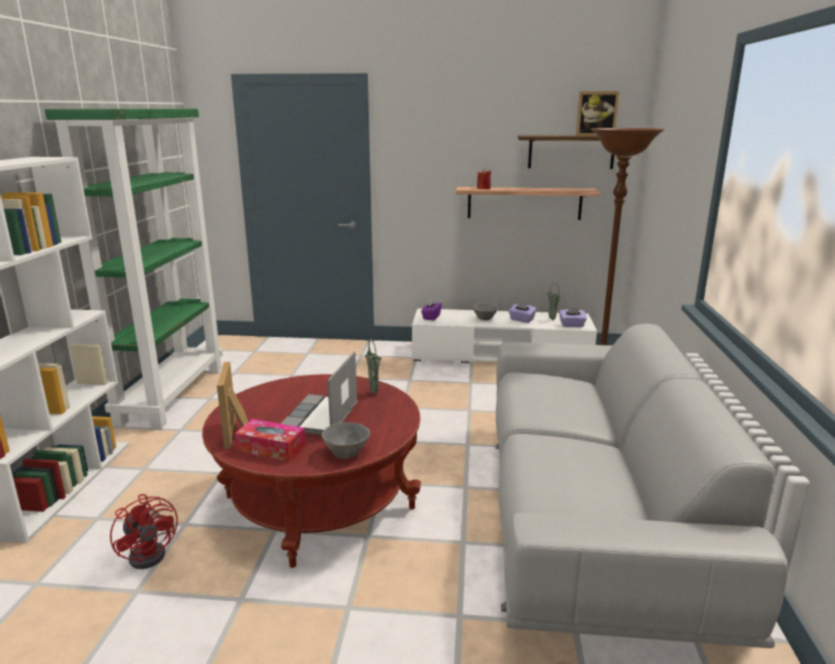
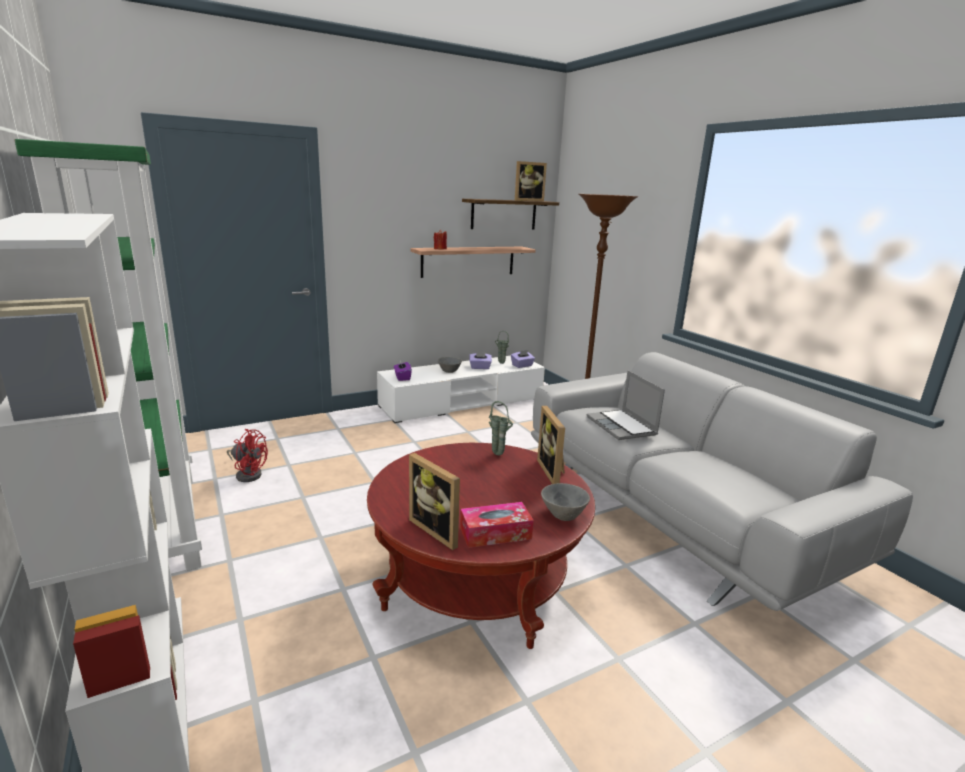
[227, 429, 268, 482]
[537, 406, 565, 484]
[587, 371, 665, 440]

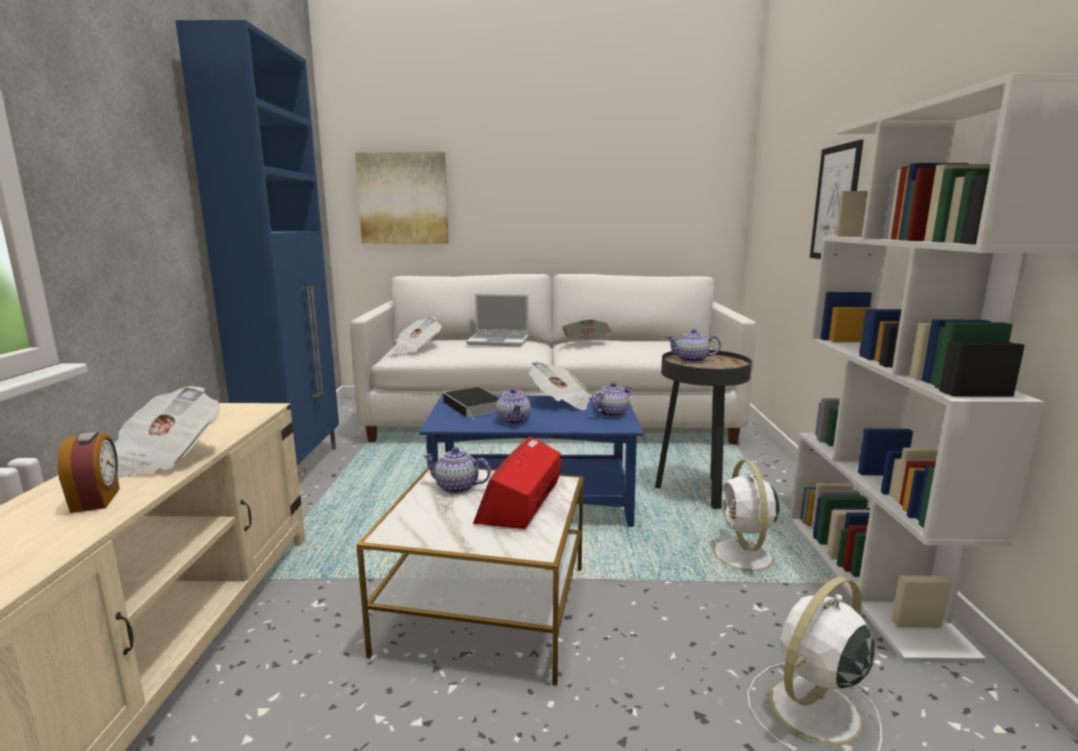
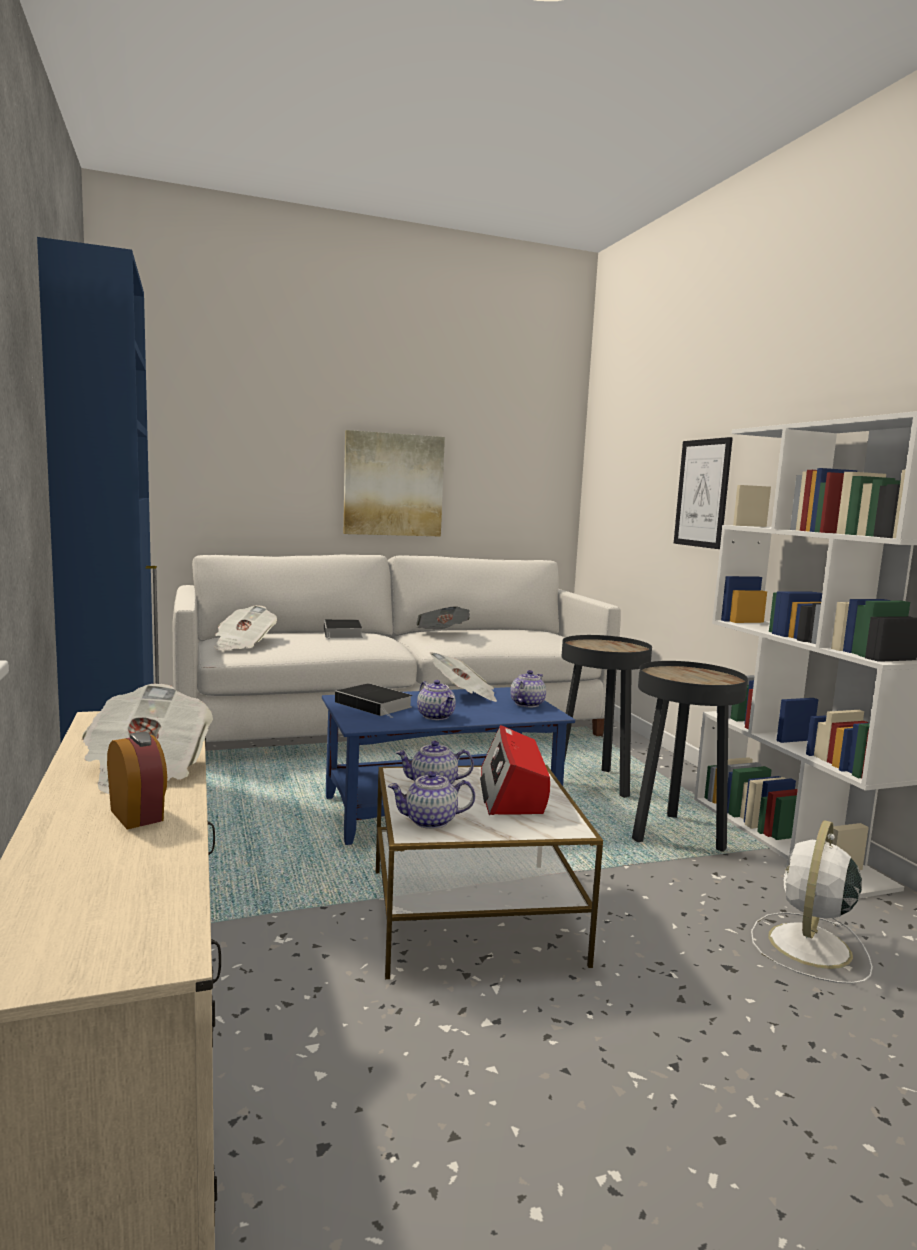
[324, 620, 363, 639]
[343, 430, 445, 537]
[388, 771, 475, 829]
[632, 661, 748, 852]

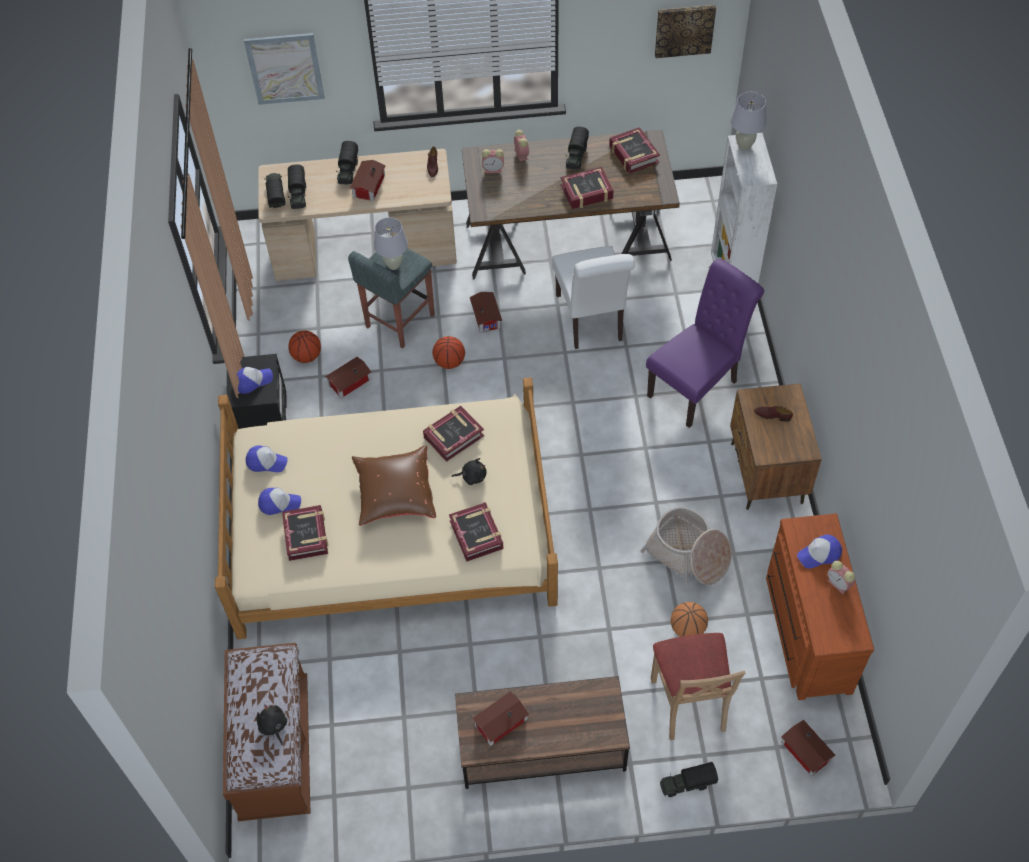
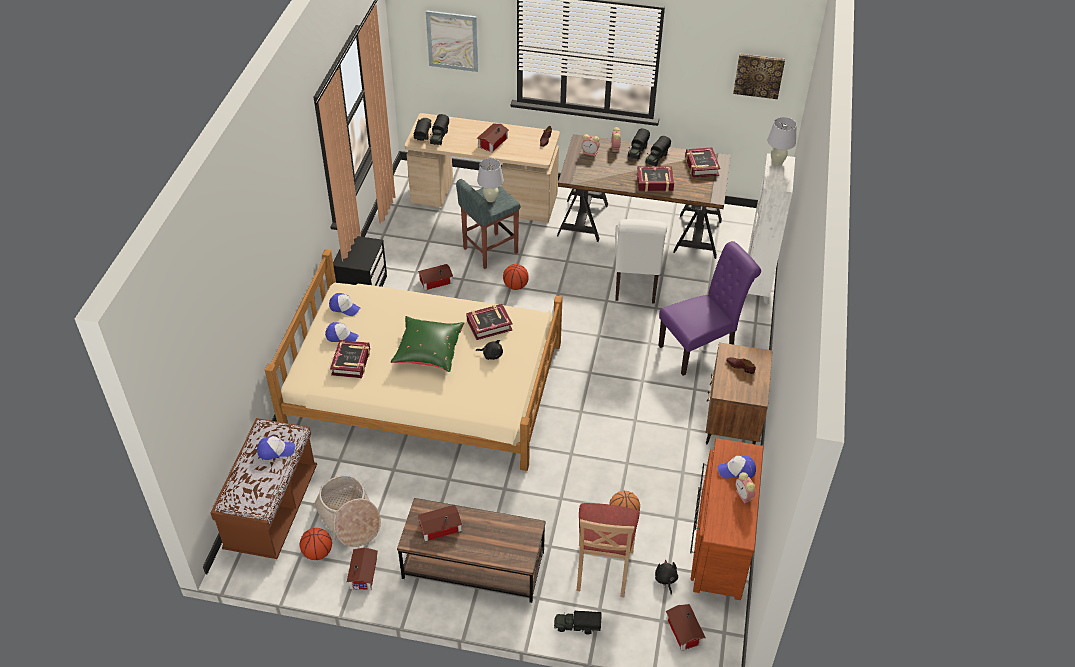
[257, 436, 295, 460]
[300, 528, 332, 560]
[313, 475, 381, 547]
[347, 547, 378, 590]
[391, 316, 464, 372]
[628, 128, 650, 160]
[655, 559, 678, 594]
[449, 502, 504, 562] (first image)

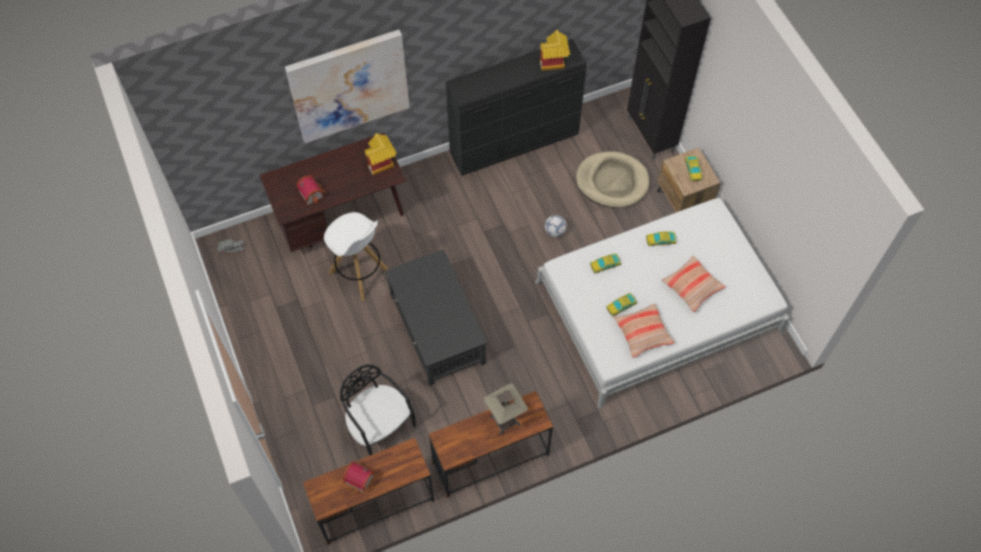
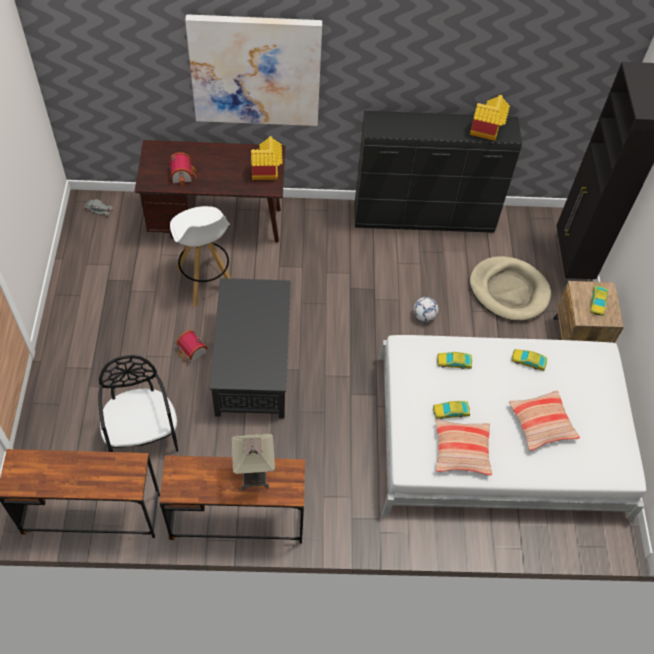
[176, 330, 208, 363]

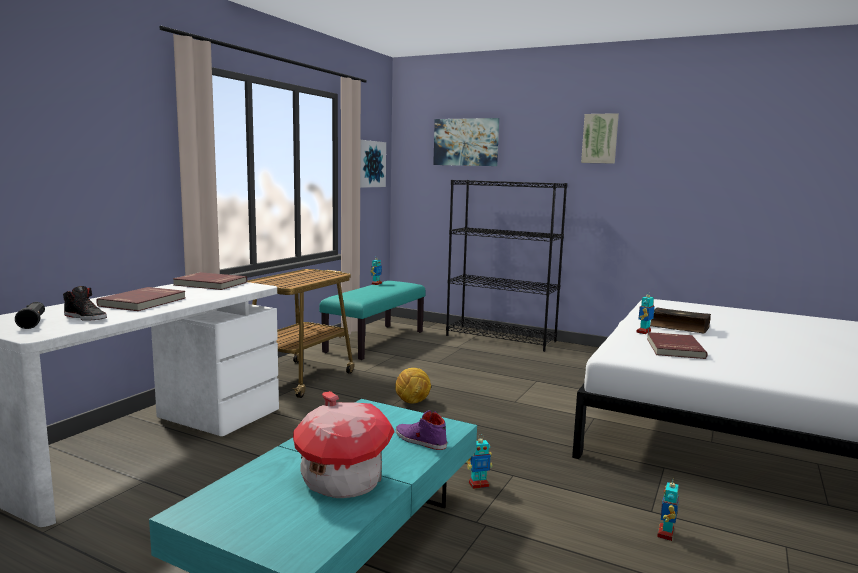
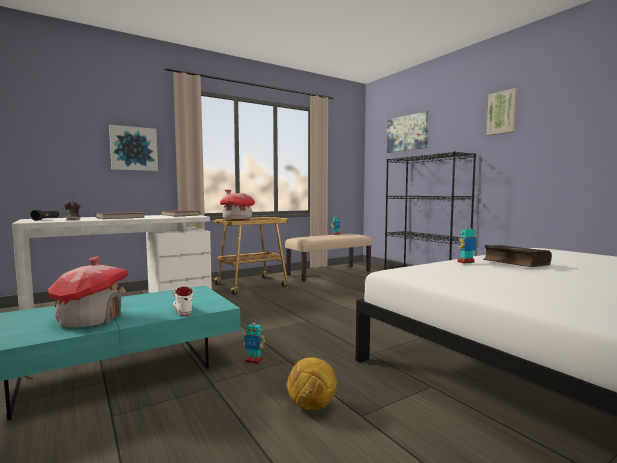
[109, 125, 158, 171]
[172, 286, 194, 316]
[220, 190, 255, 219]
[285, 234, 373, 281]
[287, 358, 337, 410]
[647, 332, 708, 359] (first image)
[657, 477, 679, 541] (first image)

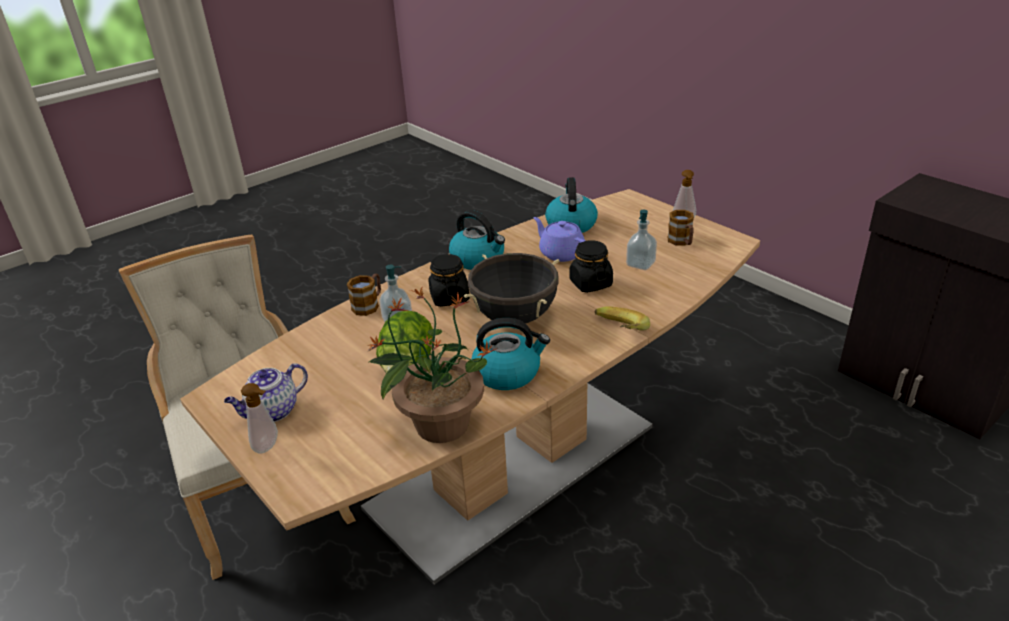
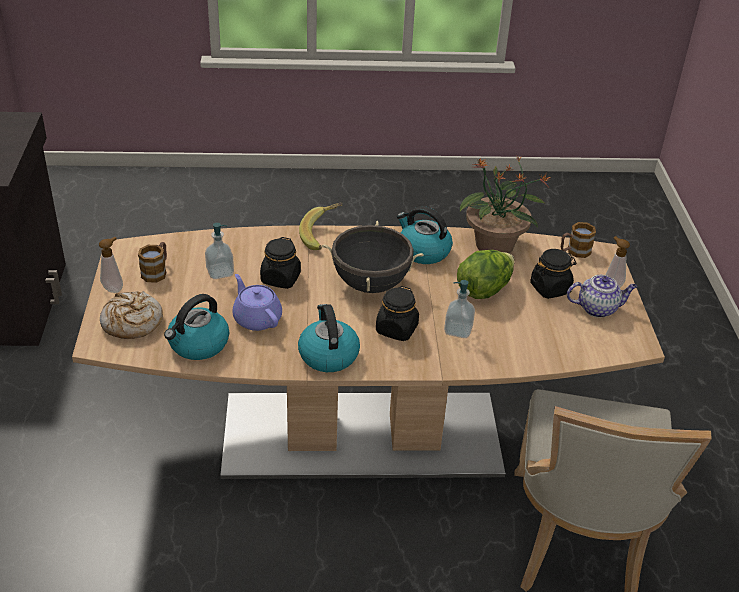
[100, 291, 163, 339]
[232, 274, 282, 331]
[530, 249, 576, 299]
[561, 222, 596, 258]

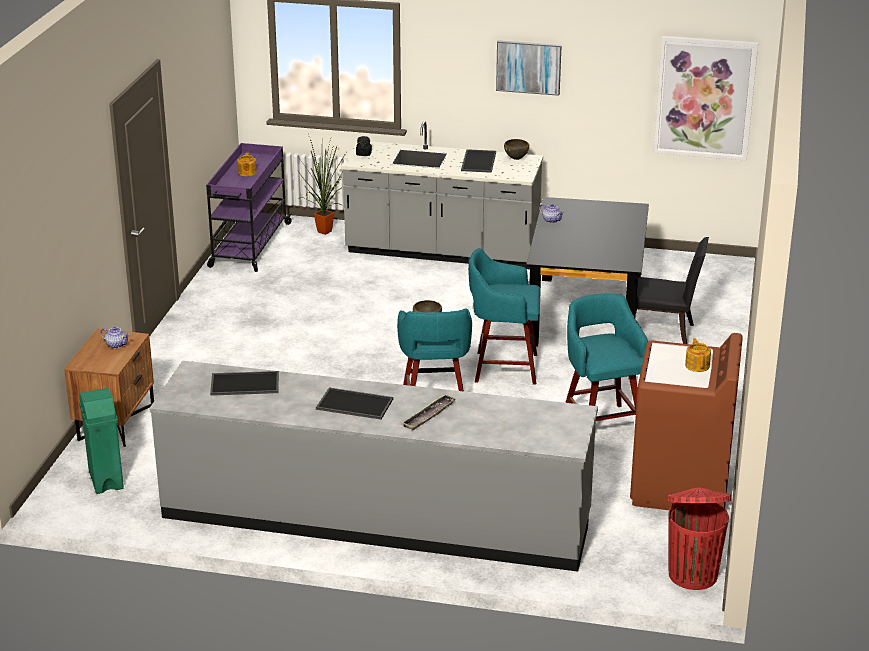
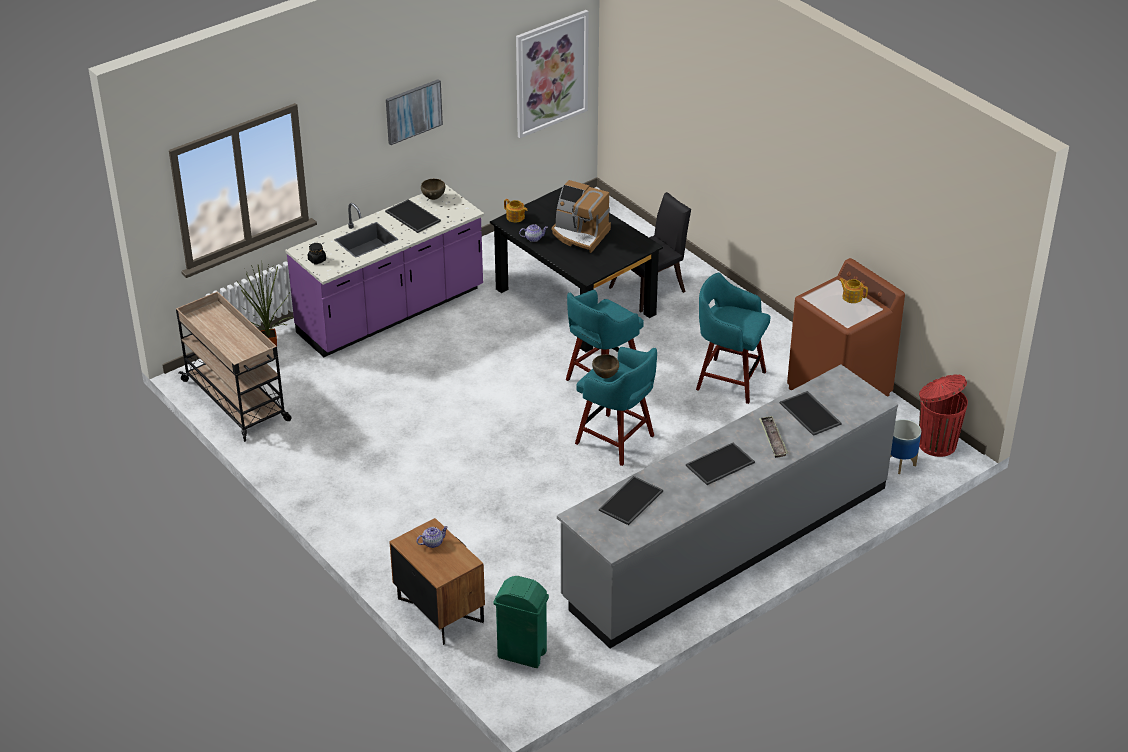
[176, 291, 292, 442]
[285, 184, 484, 357]
[504, 199, 528, 223]
[552, 180, 611, 253]
[780, 391, 842, 436]
[890, 419, 921, 474]

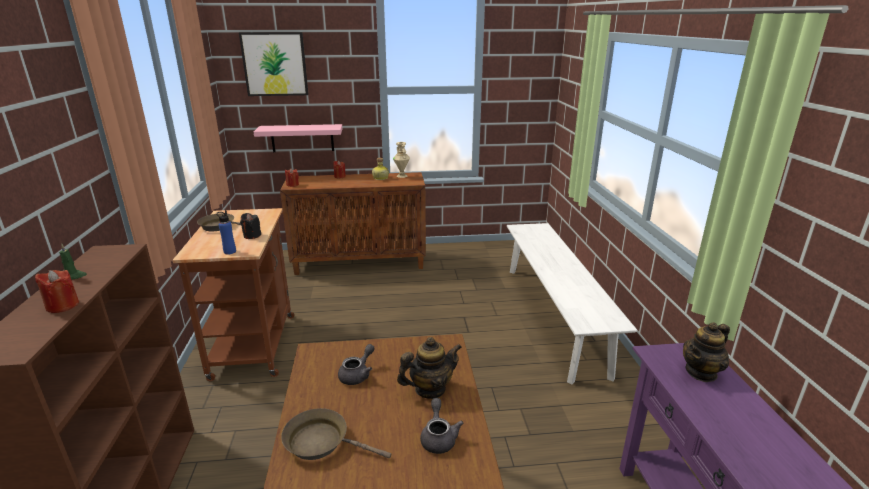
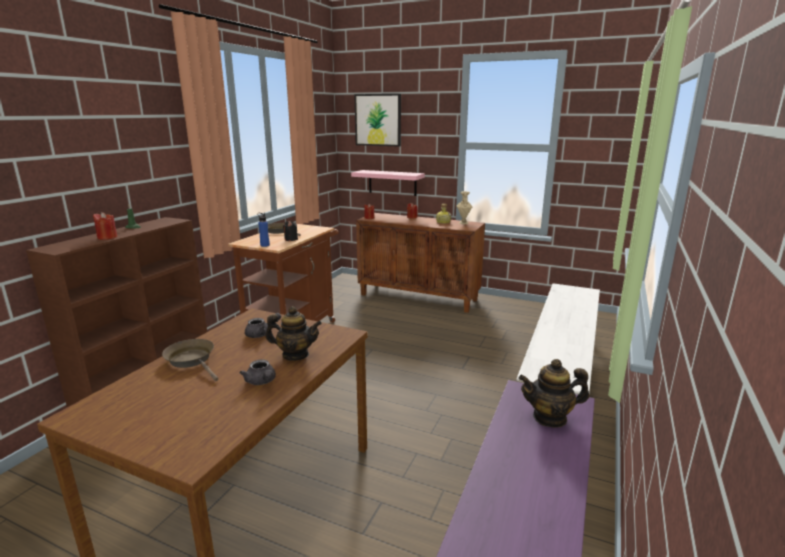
[240, 360, 276, 385]

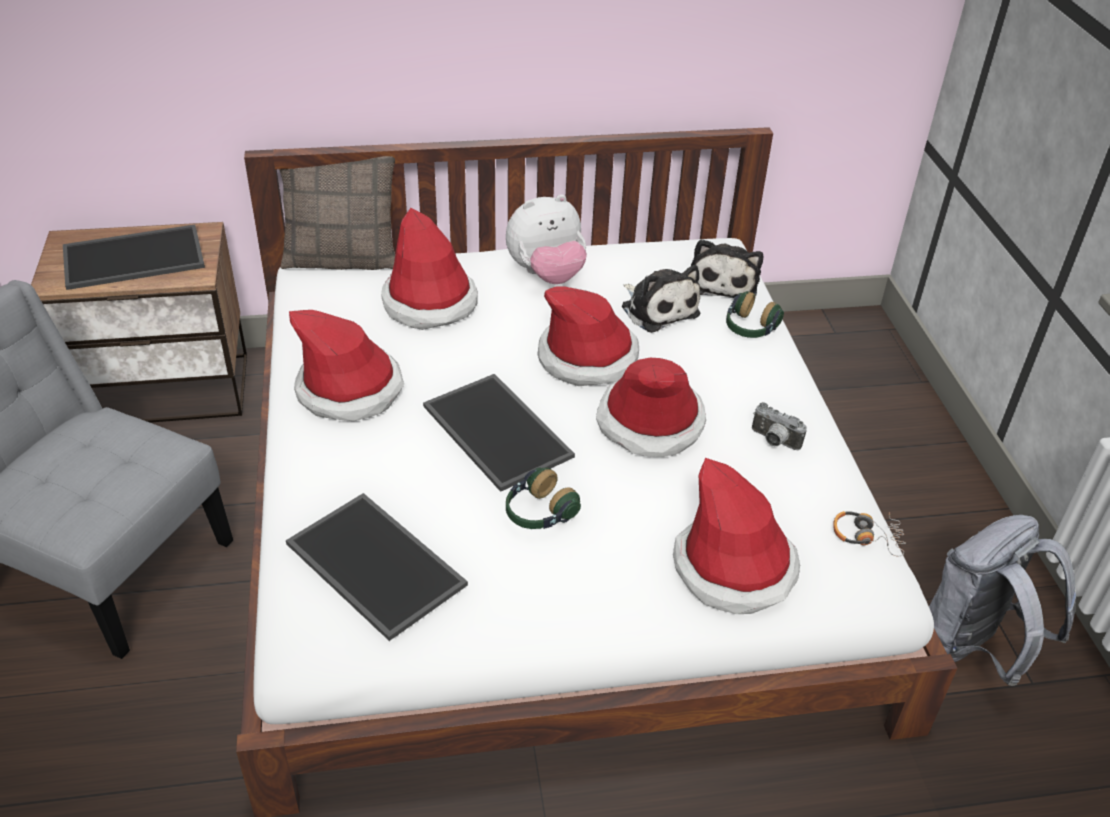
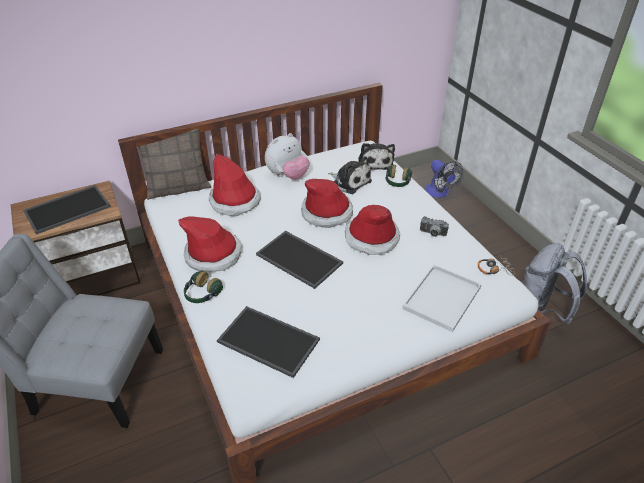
[184, 271, 223, 303]
[402, 265, 481, 332]
[425, 160, 463, 198]

